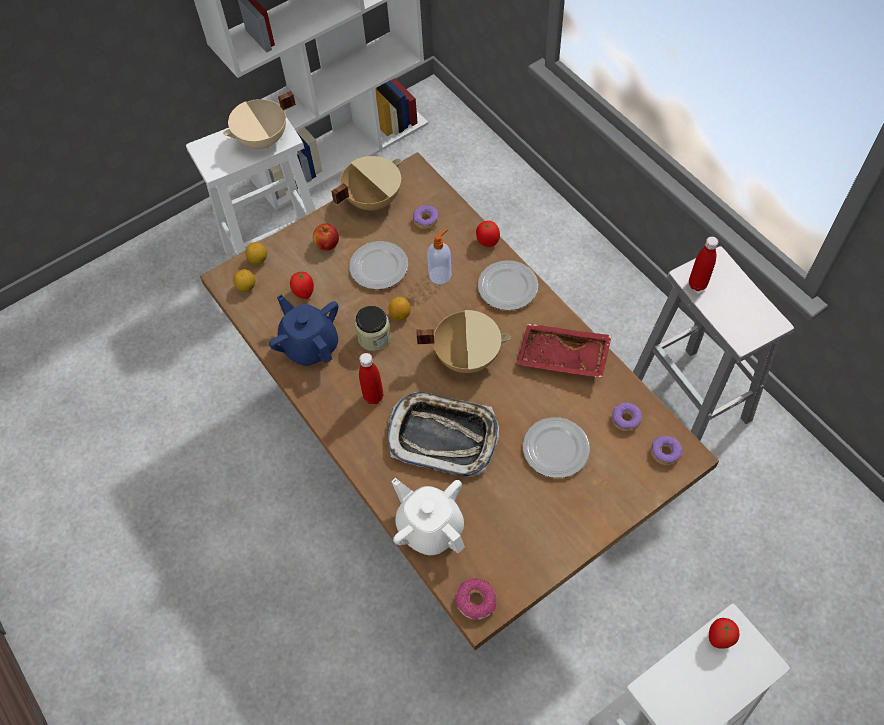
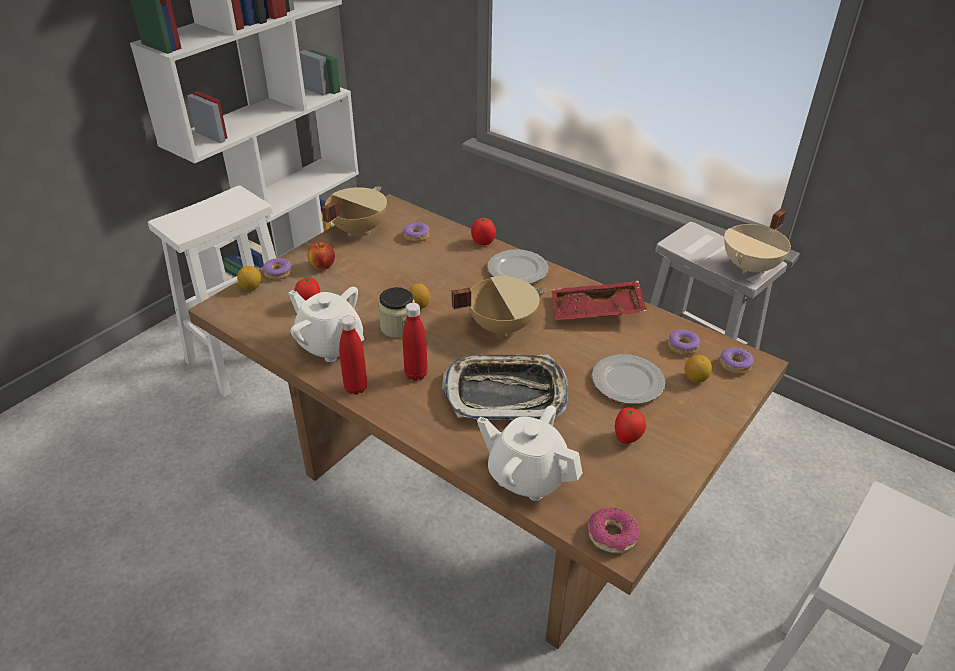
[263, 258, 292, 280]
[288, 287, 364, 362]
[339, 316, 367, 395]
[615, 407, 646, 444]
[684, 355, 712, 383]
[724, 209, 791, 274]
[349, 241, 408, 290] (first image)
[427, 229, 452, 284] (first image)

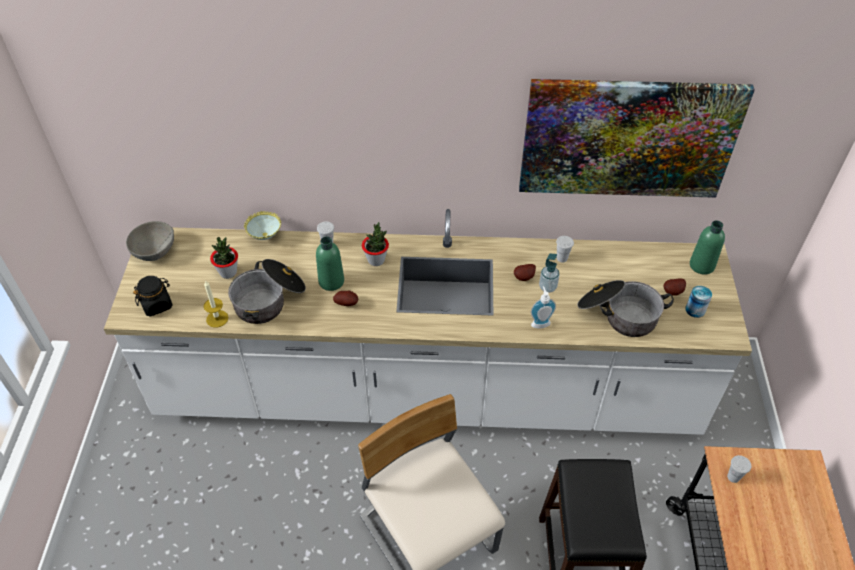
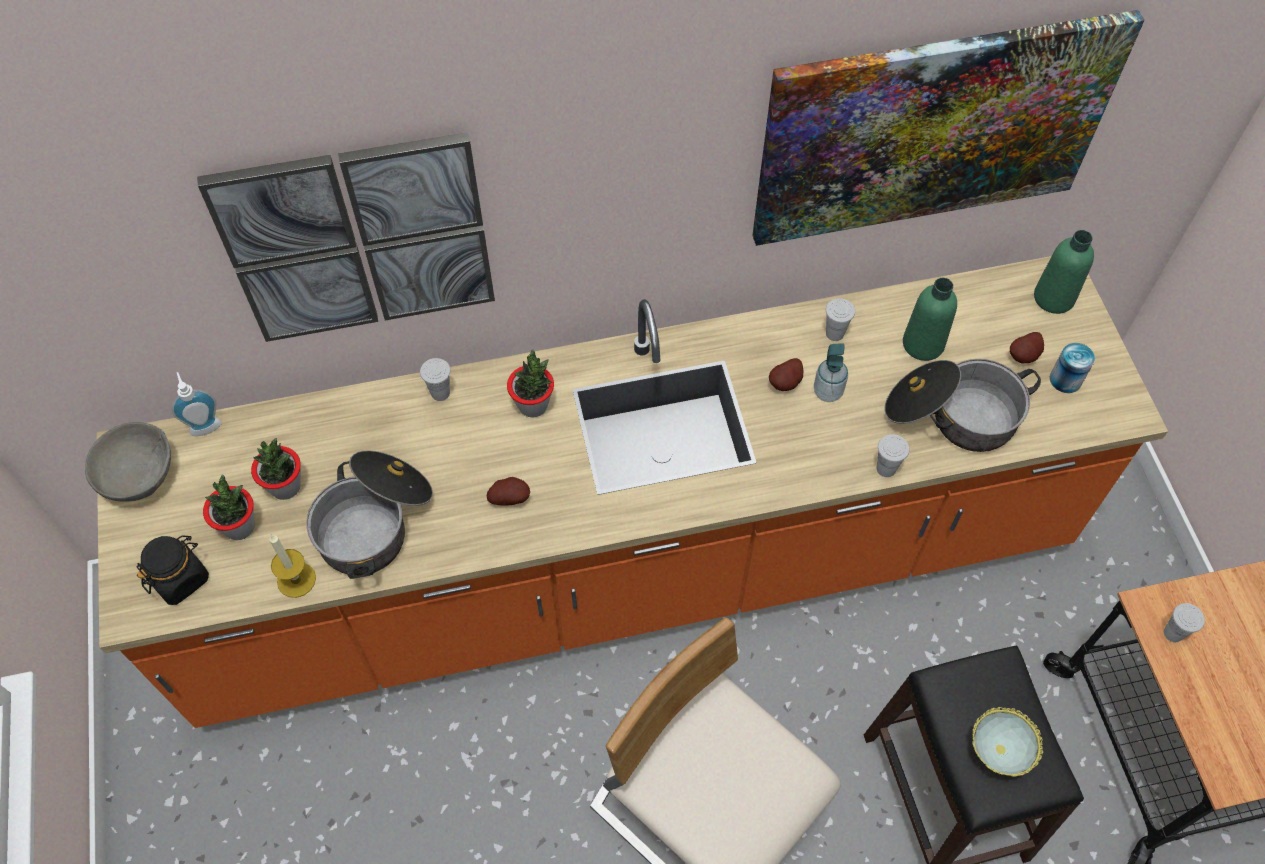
[97, 256, 1168, 728]
[172, 372, 222, 436]
[197, 132, 495, 342]
[203, 475, 255, 540]
[877, 434, 909, 477]
[903, 278, 957, 361]
[972, 707, 1043, 777]

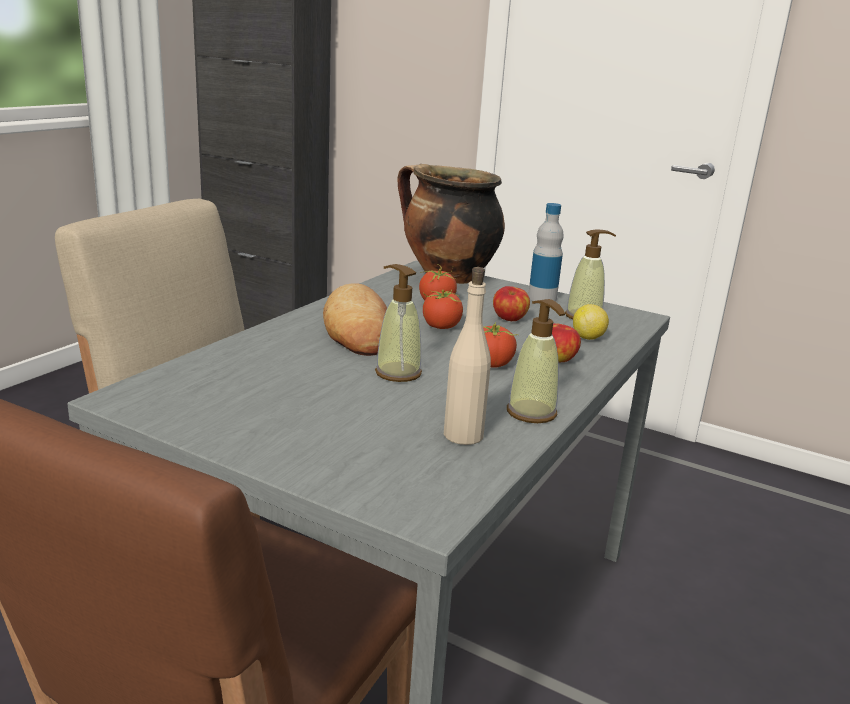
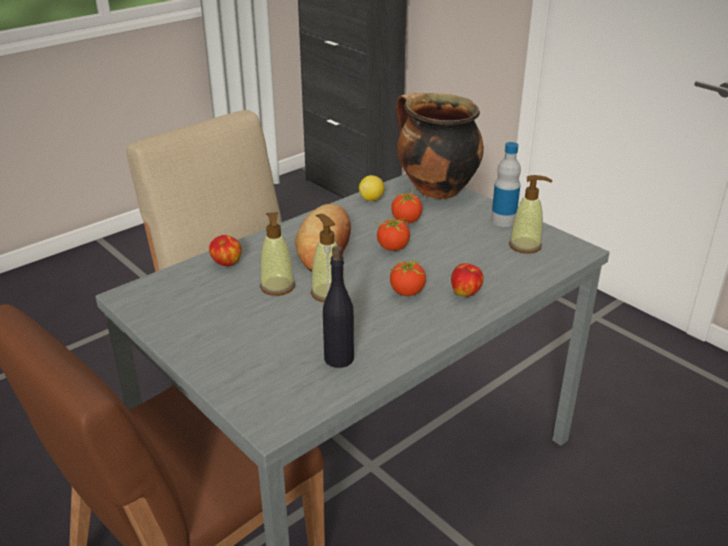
[209, 235, 242, 266]
[260, 212, 295, 296]
[323, 246, 354, 368]
[359, 175, 385, 201]

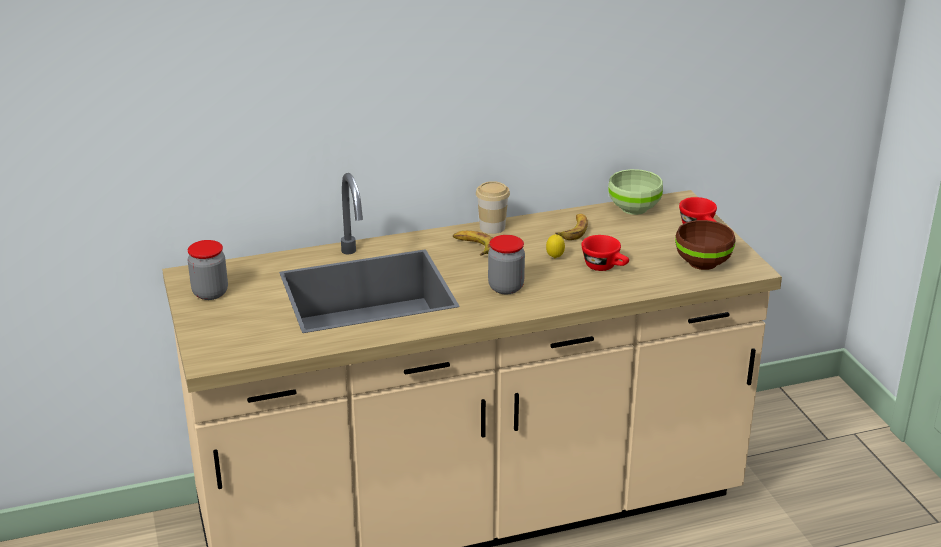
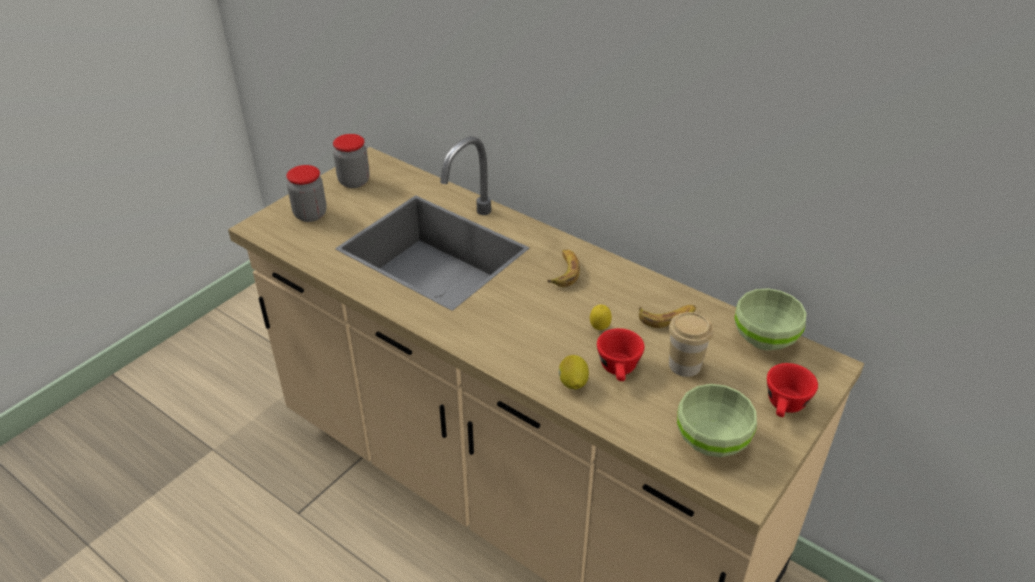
[286, 165, 327, 222]
[559, 355, 589, 389]
[669, 312, 713, 377]
[677, 384, 757, 457]

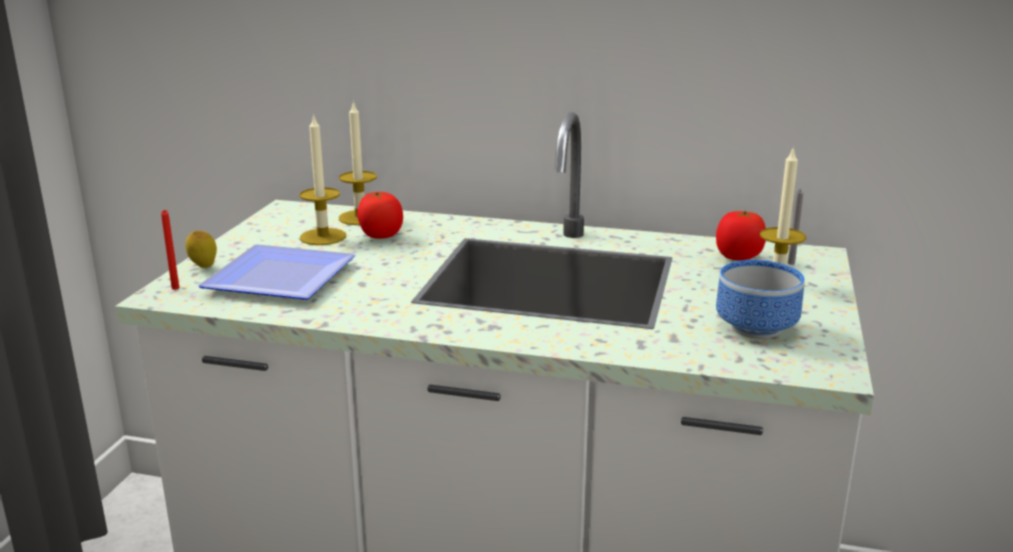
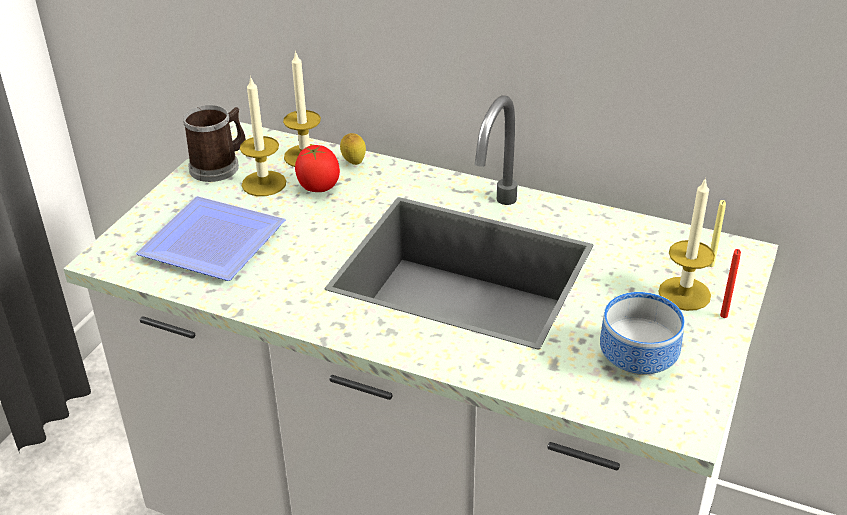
[183, 105, 246, 182]
[340, 133, 366, 165]
[709, 200, 726, 267]
[720, 249, 741, 318]
[716, 210, 766, 260] (first image)

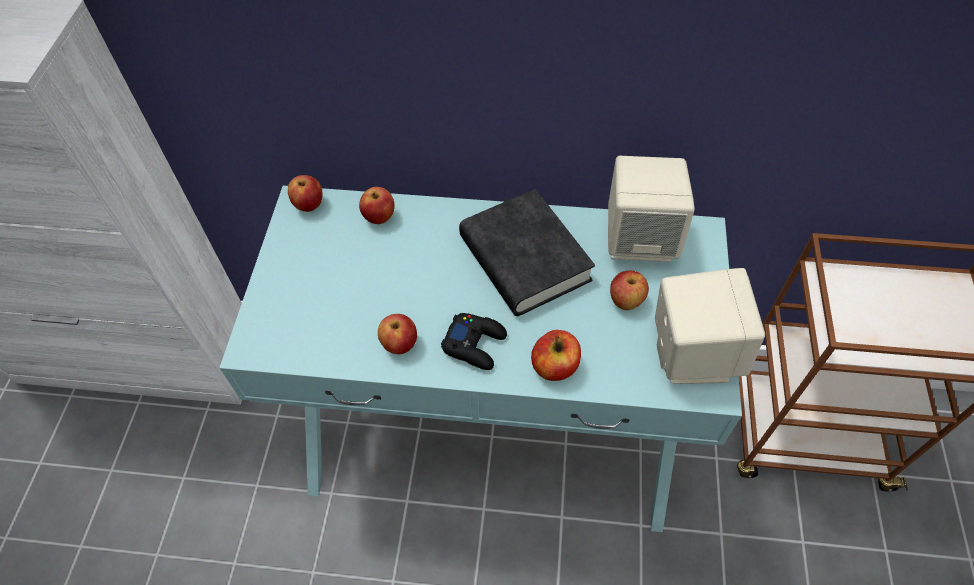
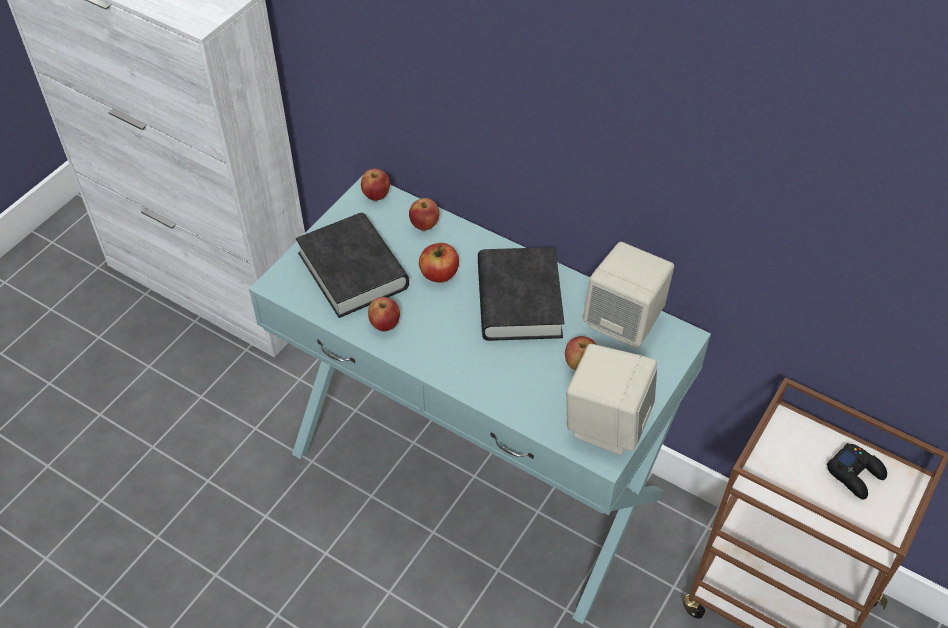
[296, 213, 409, 318]
[419, 243, 459, 283]
[827, 443, 887, 500]

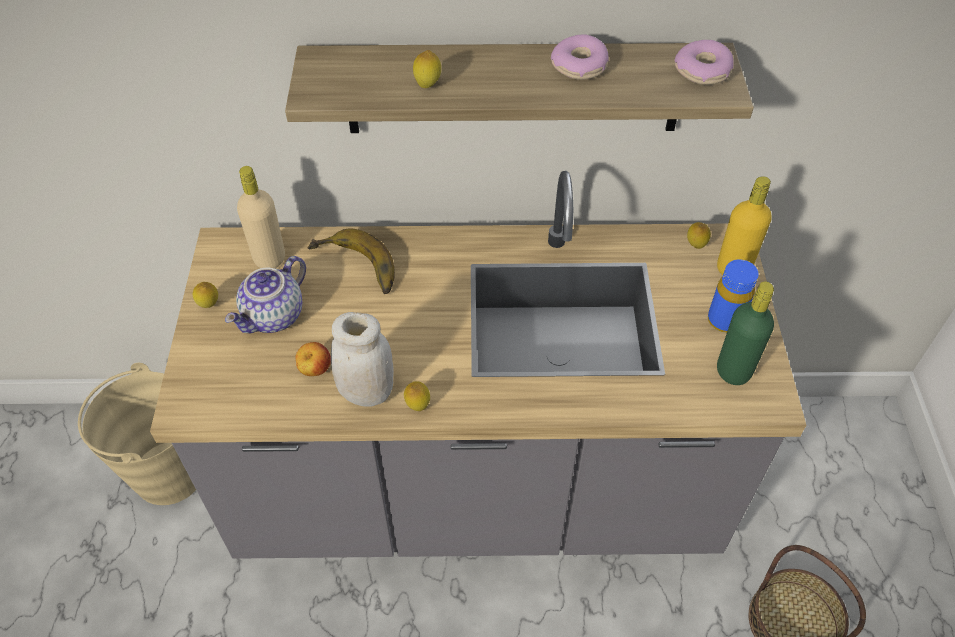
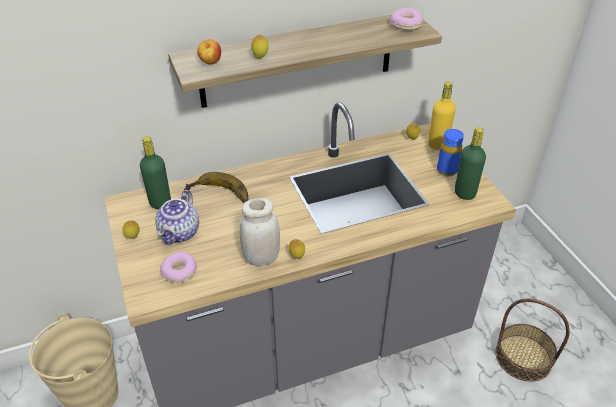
[140, 136, 171, 209]
[160, 252, 197, 283]
[197, 39, 221, 65]

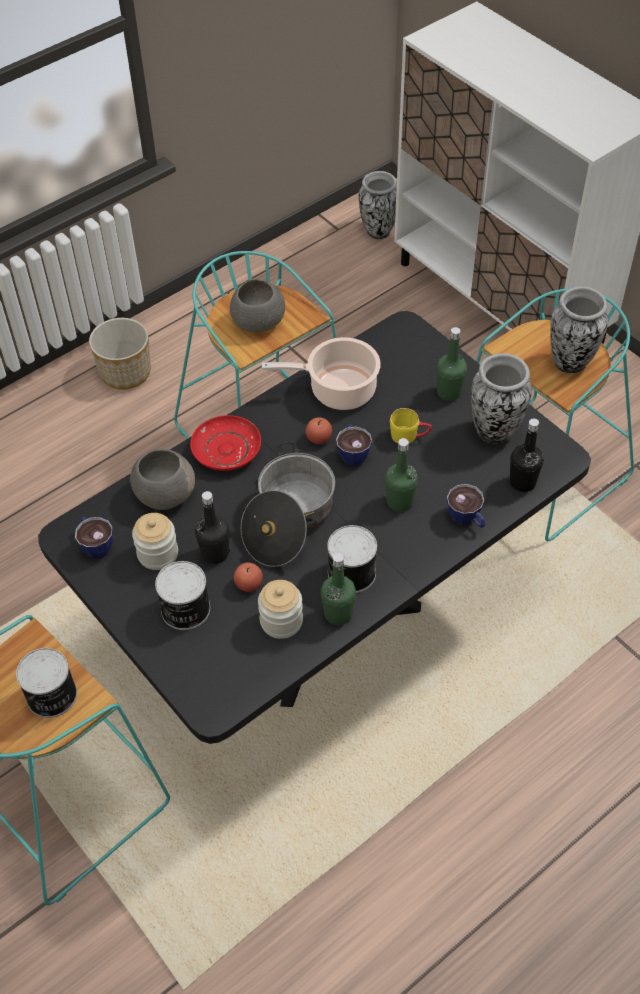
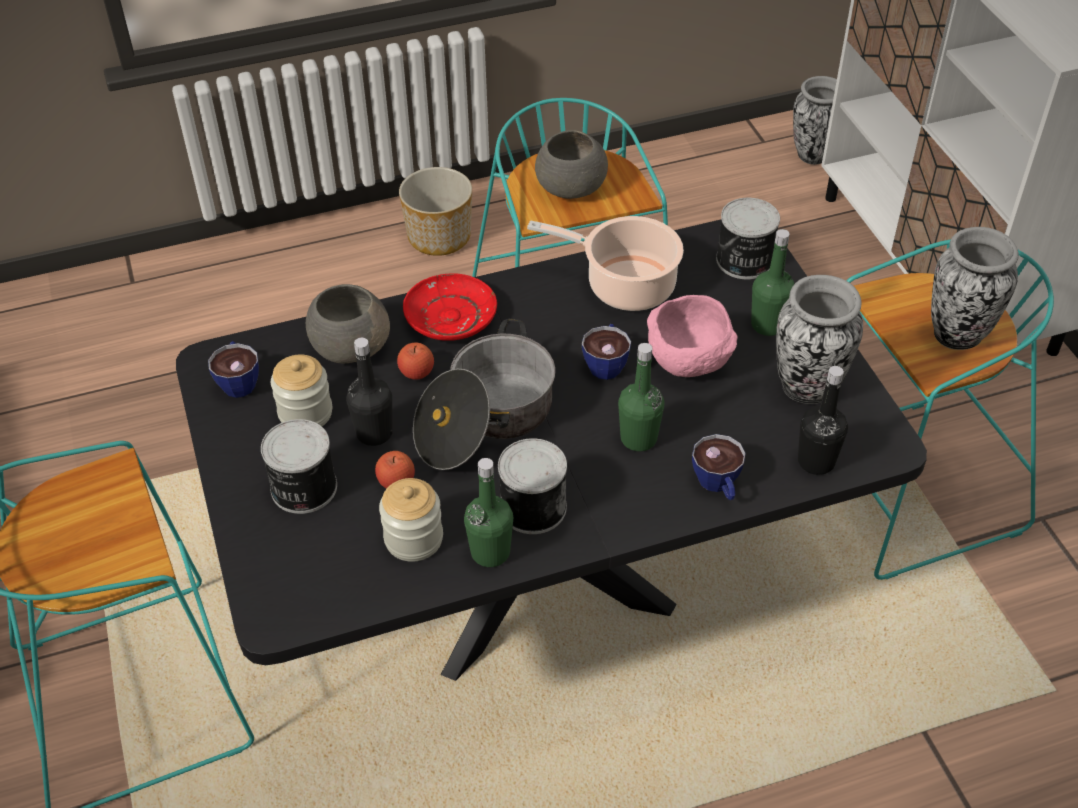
[397, 342, 434, 380]
[647, 295, 738, 377]
[716, 198, 780, 280]

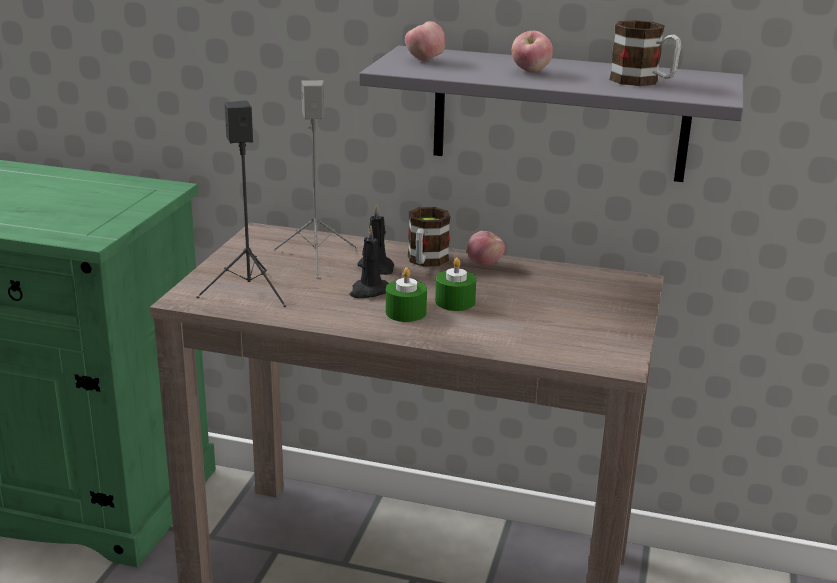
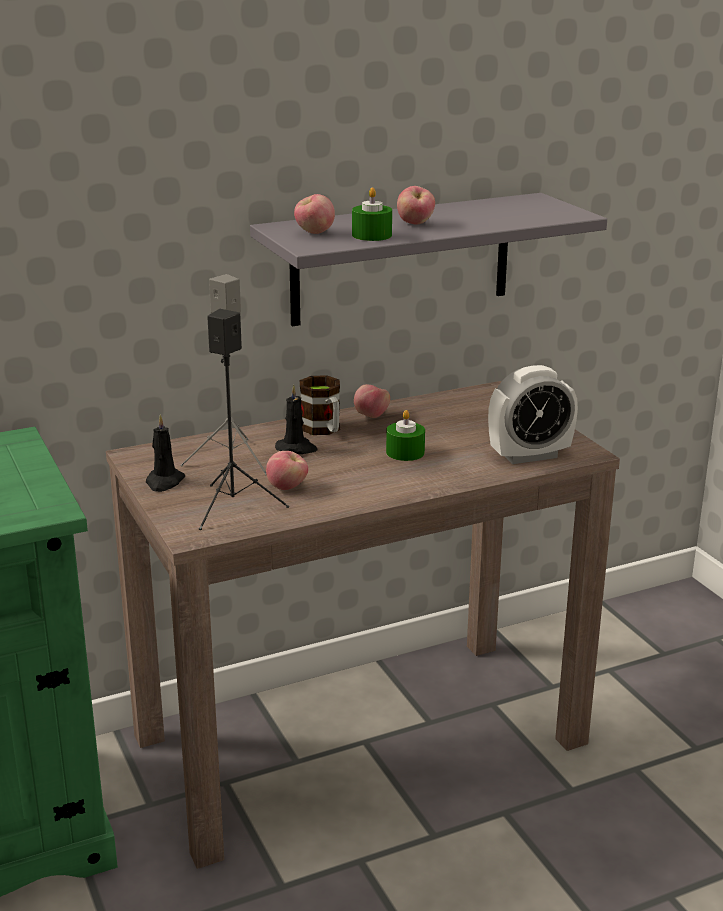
[146, 415, 185, 492]
[266, 451, 308, 490]
[352, 187, 392, 241]
[488, 365, 578, 464]
[610, 20, 681, 86] (first image)

